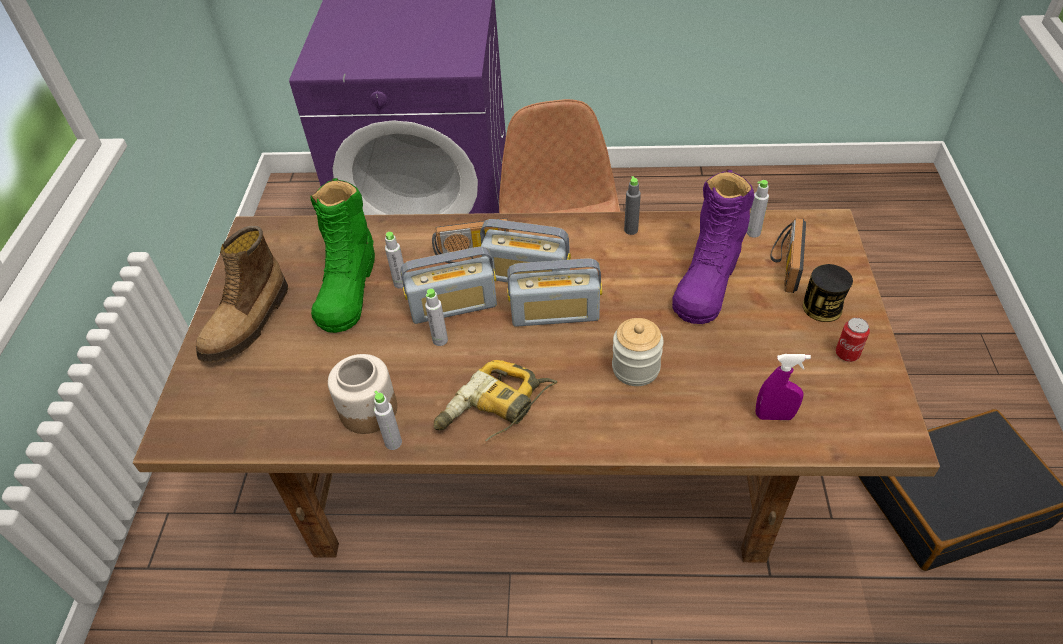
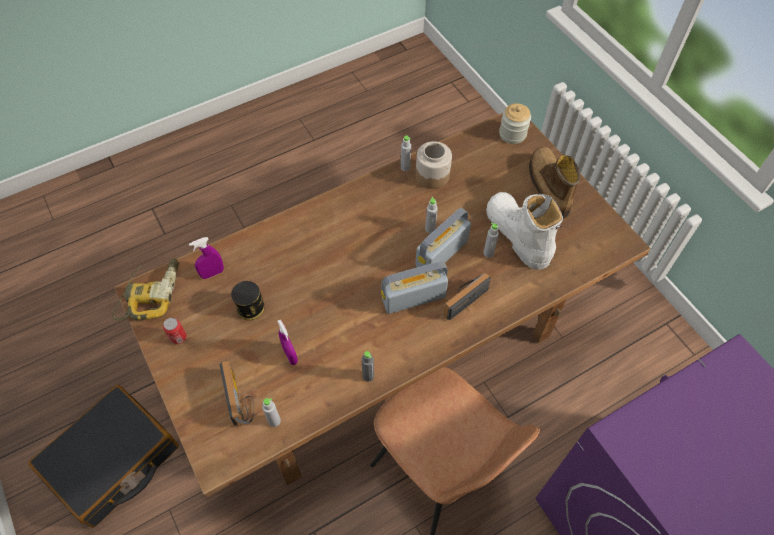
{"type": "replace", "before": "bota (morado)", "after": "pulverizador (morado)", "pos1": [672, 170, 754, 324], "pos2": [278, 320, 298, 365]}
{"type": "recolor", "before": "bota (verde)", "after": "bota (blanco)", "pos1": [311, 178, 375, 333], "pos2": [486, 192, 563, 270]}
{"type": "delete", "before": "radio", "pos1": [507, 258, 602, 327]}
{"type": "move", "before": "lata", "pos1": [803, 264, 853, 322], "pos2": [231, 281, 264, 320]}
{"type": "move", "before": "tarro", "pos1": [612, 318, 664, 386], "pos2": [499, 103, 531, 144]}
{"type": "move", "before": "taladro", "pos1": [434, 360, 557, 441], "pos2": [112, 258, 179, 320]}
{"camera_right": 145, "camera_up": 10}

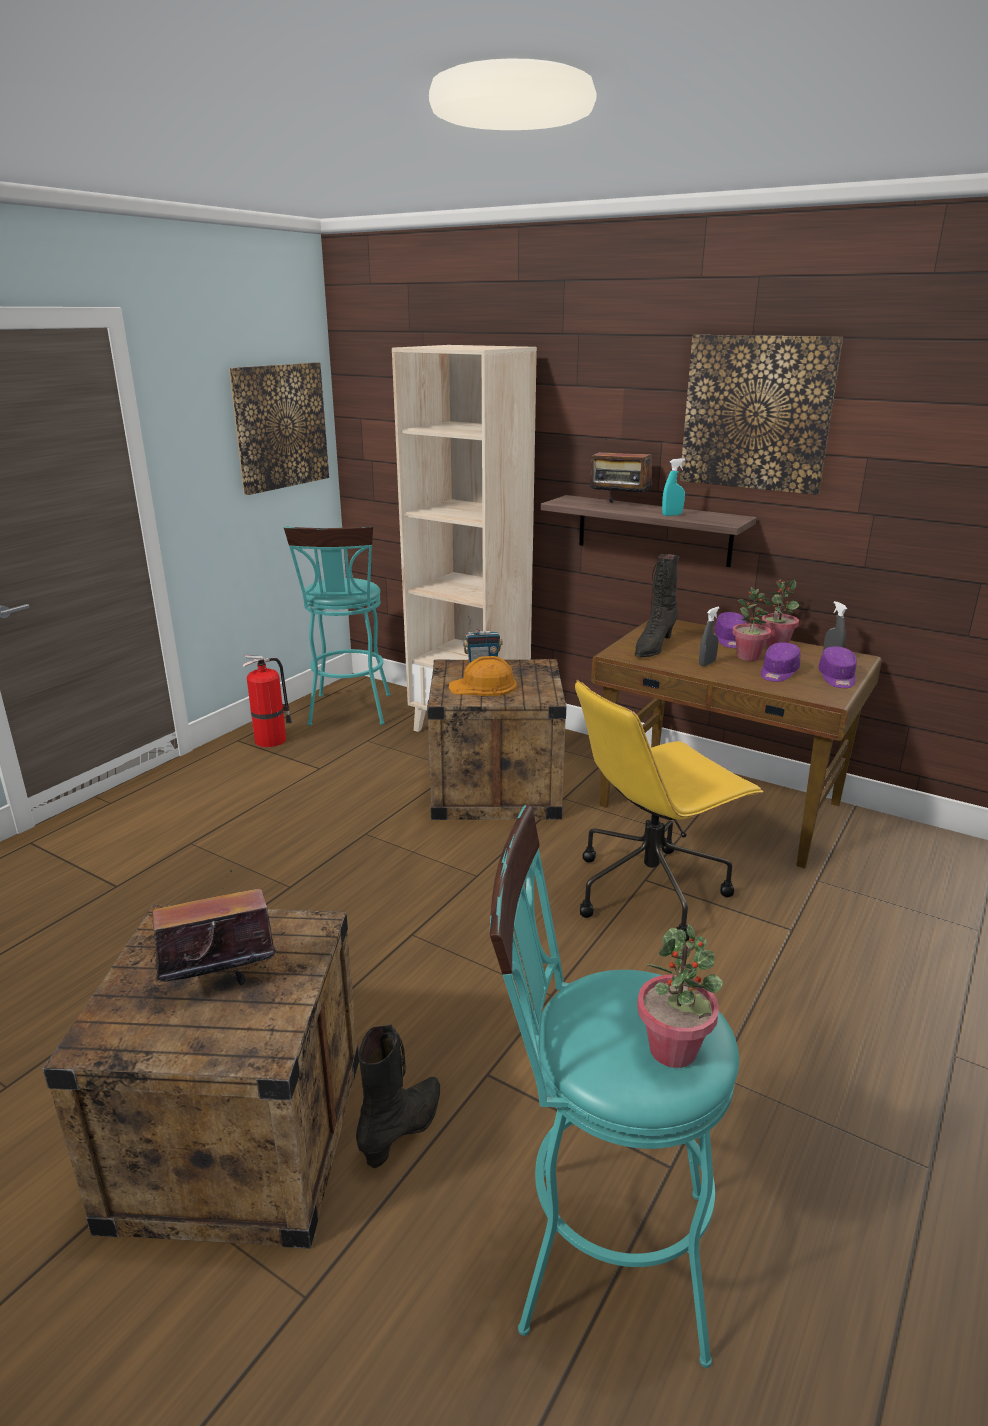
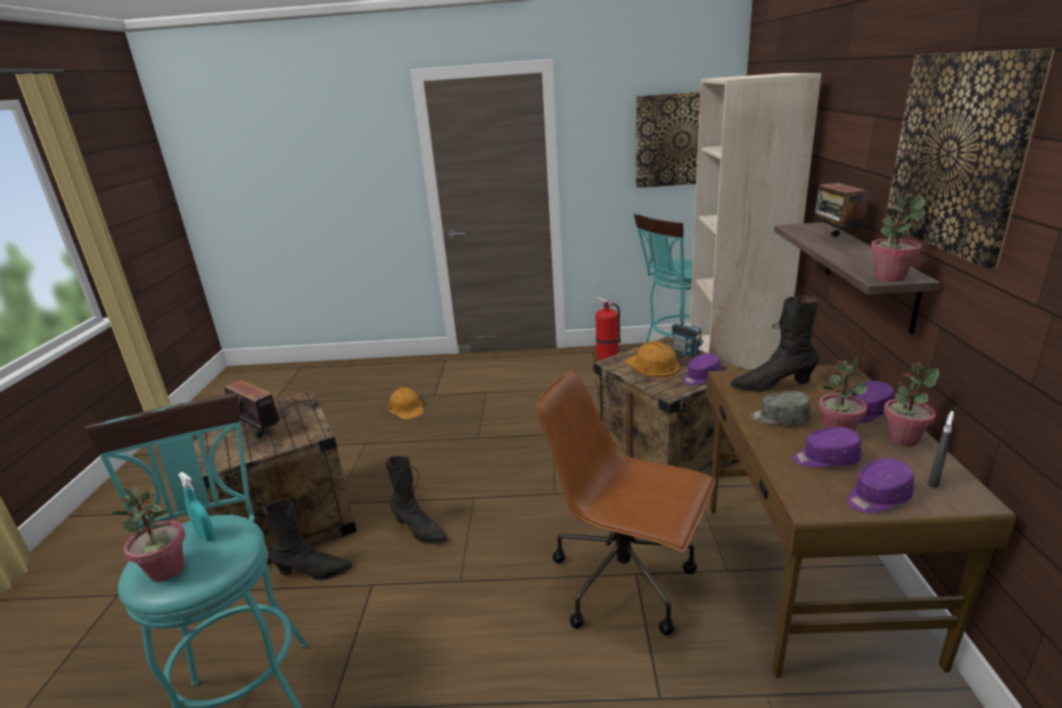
{"type": "move", "before": "pulverizador (turquesa)", "pos1": [662, 458, 686, 516], "pos2": [178, 472, 216, 541]}
{"type": "replace", "before": "pulverizador (gris)", "after": "gorra (gris)", "pos1": [699, 607, 720, 666], "pos2": [750, 391, 811, 424]}
{"type": "recolor", "before": "silla de oficina (amarillo)", "after": "silla de oficina (marrón)", "pos1": [575, 680, 764, 942], "pos2": [536, 370, 715, 636]}
{"type": "insert", "after": "planta en maceta", "pos2": [871, 194, 925, 282]}
{"type": "insert", "after": "gorra (morado)", "pos2": [683, 354, 720, 386]}
{"type": "insert", "after": "casco (naranja)", "pos2": [388, 387, 424, 420]}
{"type": "insert", "after": "bota (negro)", "pos2": [385, 456, 447, 544]}
{"camera_right": 60, "camera_up": 0}

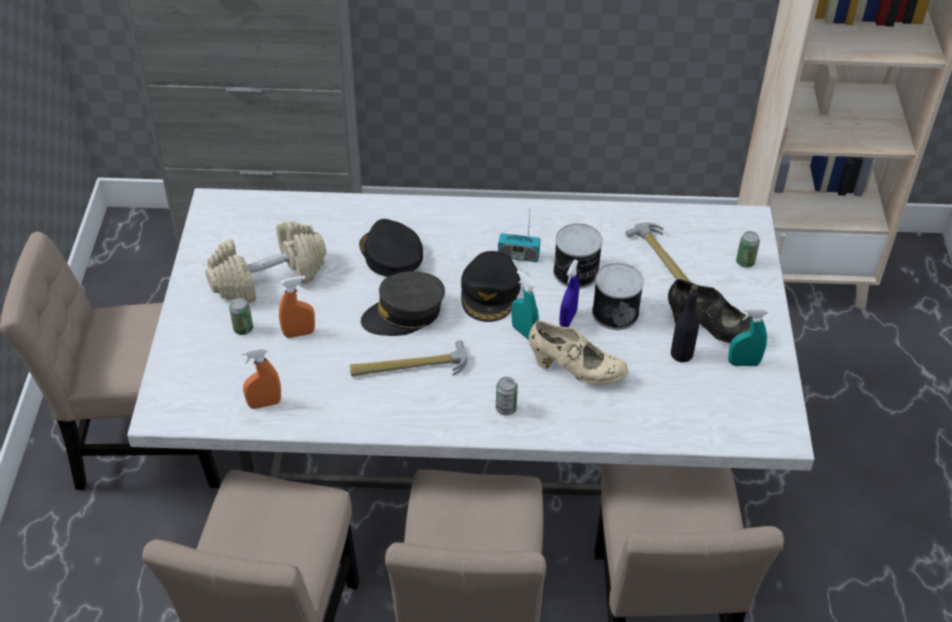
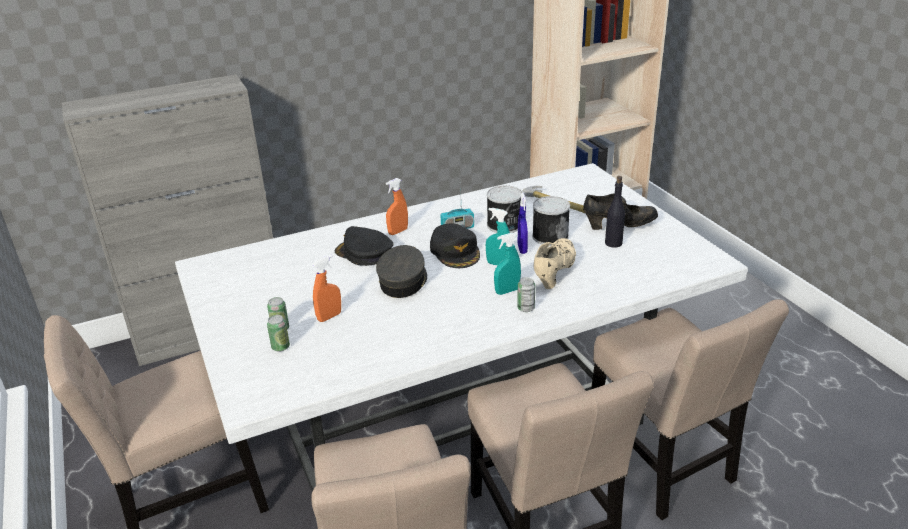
{"type": "delete", "before": "mancuerna (beis)", "pos1": [205, 220, 326, 303]}
{"type": "move", "before": "lata", "pos1": [736, 231, 760, 268], "pos2": [267, 315, 290, 352]}
{"type": "rotate", "before": "gorra (gris)", "pos1": [361, 271, 445, 336], "pos2": [376, 245, 427, 298], "turn": 150}
{"type": "move", "before": "pulverizador (turquesa)", "pos1": [728, 308, 768, 366], "pos2": [494, 233, 521, 295]}
{"type": "rotate", "before": "zapato (beis)", "pos1": [529, 321, 629, 385], "pos2": [534, 238, 576, 289], "turn": -60}
{"type": "delete", "before": "martillo", "pos1": [350, 340, 468, 377]}
{"type": "move", "before": "pulverizador (naranja)", "pos1": [241, 347, 281, 409], "pos2": [386, 178, 408, 235]}
{"camera_right": -25, "camera_up": -15}

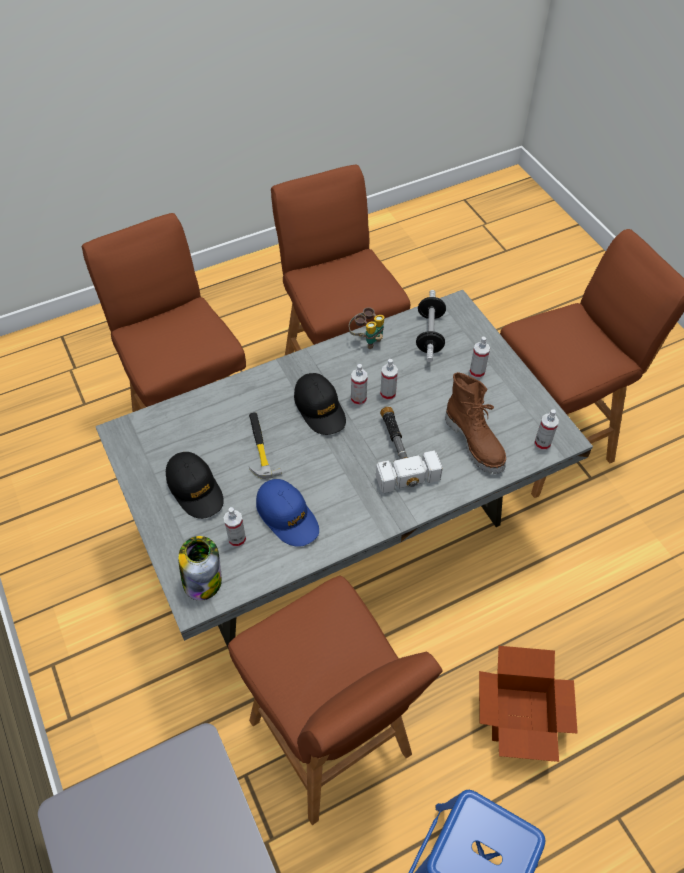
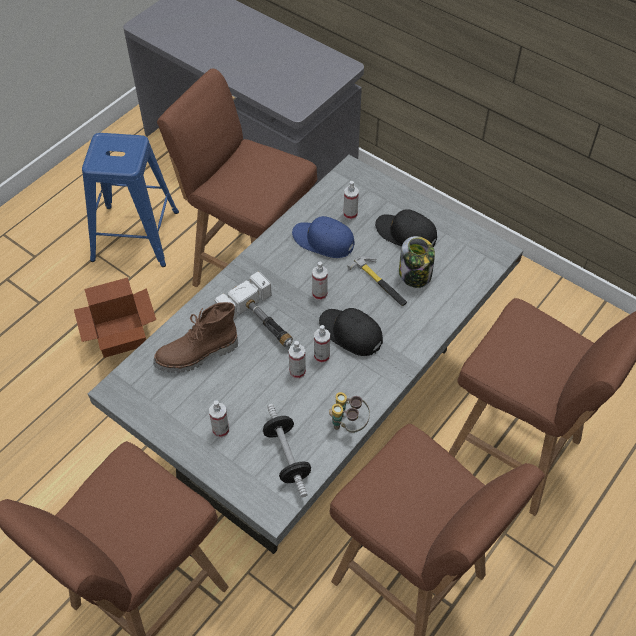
{"type": "rotate", "before": "bota (marrón)", "pos1": [445, 372, 506, 474], "pos2": [153, 302, 238, 373], "turn": -60}
{"type": "move", "before": "pulverizador", "pos1": [534, 409, 559, 450], "pos2": [312, 261, 328, 300]}
{"type": "move", "before": "tarro", "pos1": [178, 536, 222, 601], "pos2": [399, 236, 435, 288]}
{"camera_right": 155, "camera_up": 0}

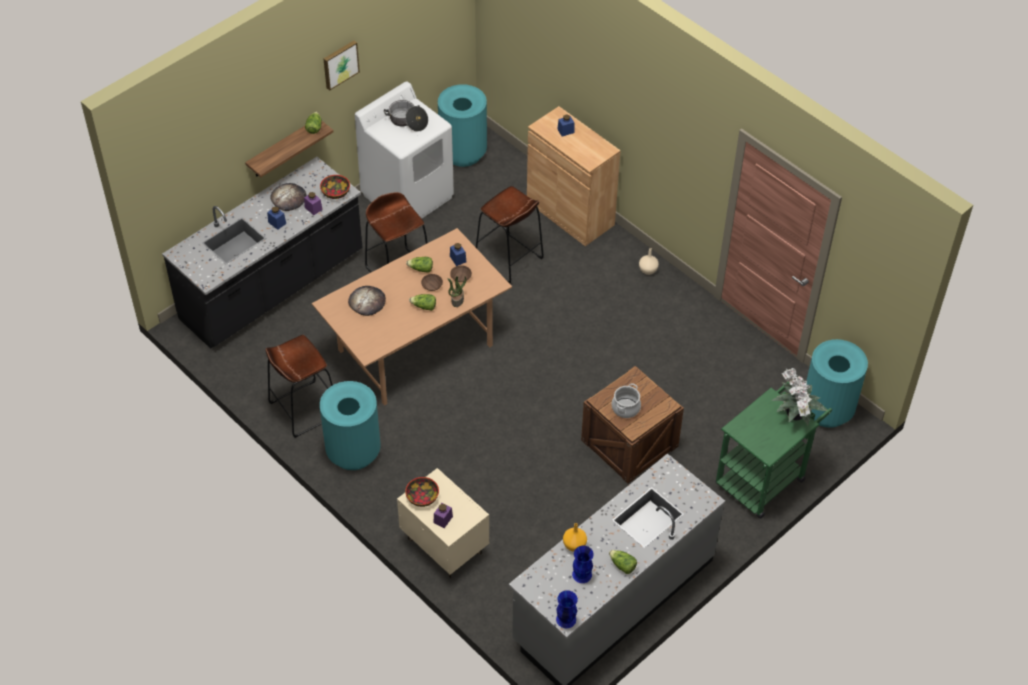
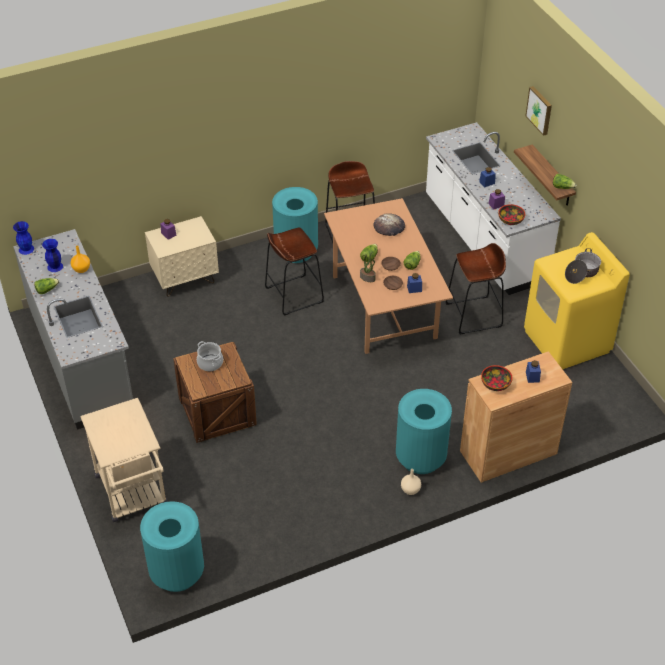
{"type": "move", "before": "cuadro", "pos1": [323, 41, 360, 90], "pos2": [525, 86, 552, 136]}
{"type": "recolor", "before": "lavadora (blanco)", "after": "lavadora (amarillo)", "pos1": [355, 81, 454, 219], "pos2": [524, 232, 630, 369]}
{"type": "move", "before": "papelera (turquesa)", "pos1": [438, 84, 487, 167], "pos2": [396, 389, 452, 474]}
{"type": "recolor", "before": "mueble bajo de cocina (negro)", "after": "mueble bajo de cocina (blanco)", "pos1": [162, 157, 363, 349], "pos2": [426, 122, 561, 295]}
{"type": "delete", "before": "pan", "pos1": [270, 183, 307, 211]}
{"type": "move", "before": "taburete (marrón)", "pos1": [476, 186, 544, 284], "pos2": [265, 227, 324, 316]}
{"type": "delete", "before": "planta en maceta", "pos1": [771, 368, 827, 425]}
{"type": "recolor", "before": "carrito (verde)", "after": "carrito (beis)", "pos1": [716, 382, 832, 519], "pos2": [80, 398, 168, 522]}
{"type": "move", "before": "cuenco", "pos1": [405, 477, 439, 507], "pos2": [481, 365, 512, 391]}
{"camera_right": 110, "camera_up": -5}

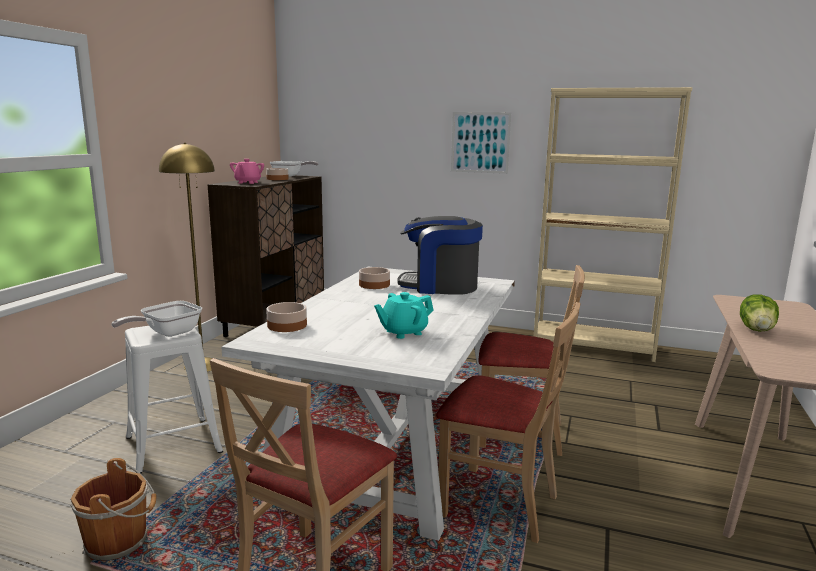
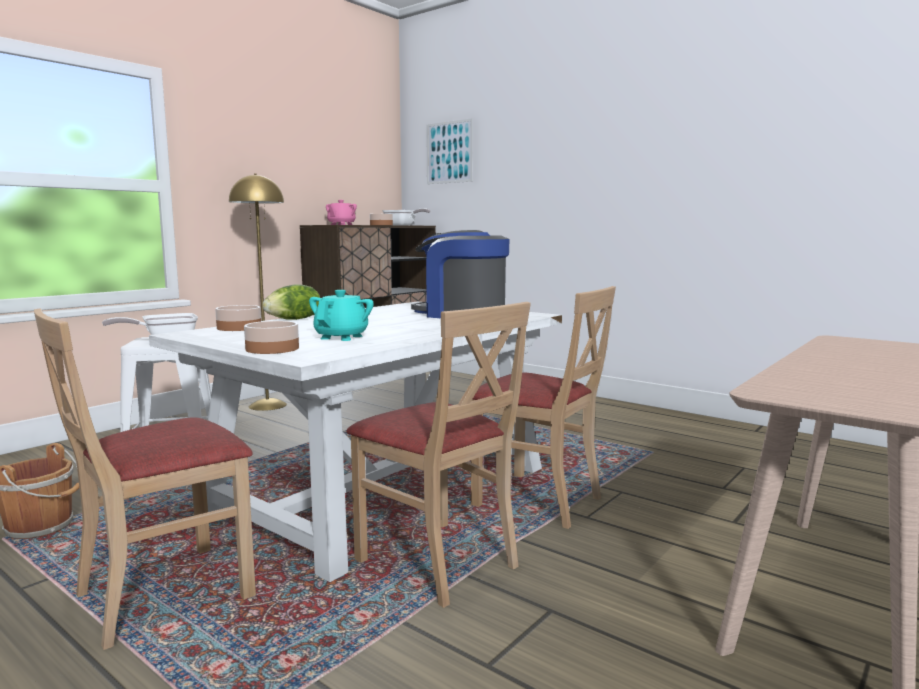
{"type": "delete", "before": "estantería (beis)", "pos1": [534, 87, 692, 362]}
{"type": "move", "before": "cuadro", "pos1": [451, 112, 511, 174], "pos2": [426, 118, 473, 184]}
{"type": "move", "before": "cuenco", "pos1": [359, 267, 390, 289], "pos2": [244, 321, 299, 354]}
{"type": "rotate", "before": "tetera (turquesa)", "pos1": [374, 292, 434, 339], "pos2": [309, 290, 374, 341], "turn": 120}
{"type": "move", "before": "lechuga", "pos1": [740, 294, 779, 332], "pos2": [262, 284, 320, 320]}
{"camera_right": 20, "camera_up": -5}

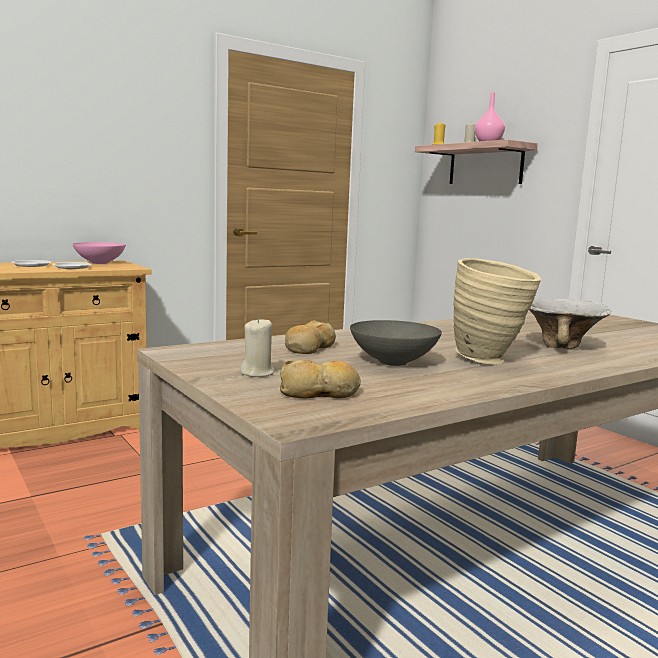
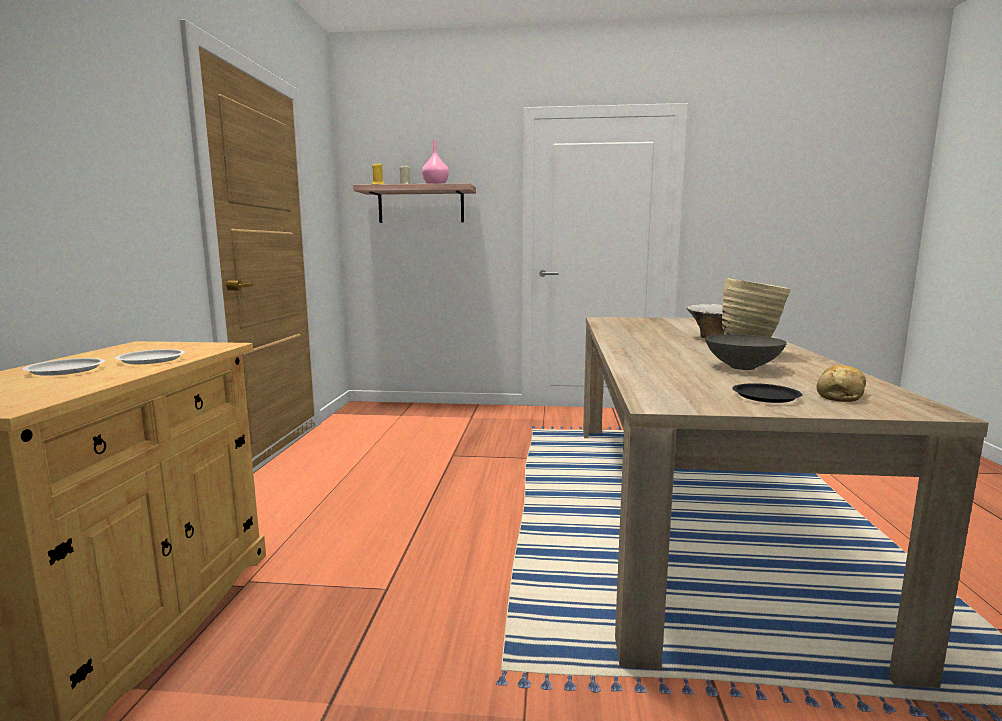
{"type": "delete", "before": "cuenco (rosa)", "pos1": [73, 242, 126, 264]}
{"type": "replace", "before": "vela (beis)", "after": "plato (negro)", "pos1": [240, 317, 274, 377], "pos2": [732, 383, 802, 403]}
{"type": "delete", "before": "pan", "pos1": [285, 320, 336, 354]}
{"camera_right": -50, "camera_up": 0}

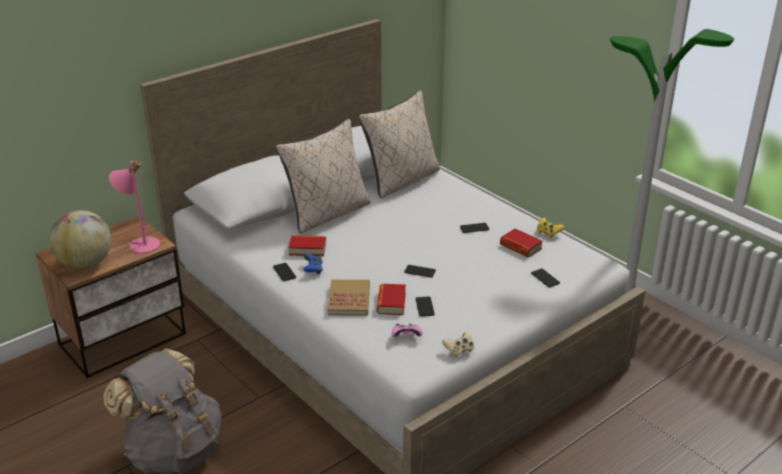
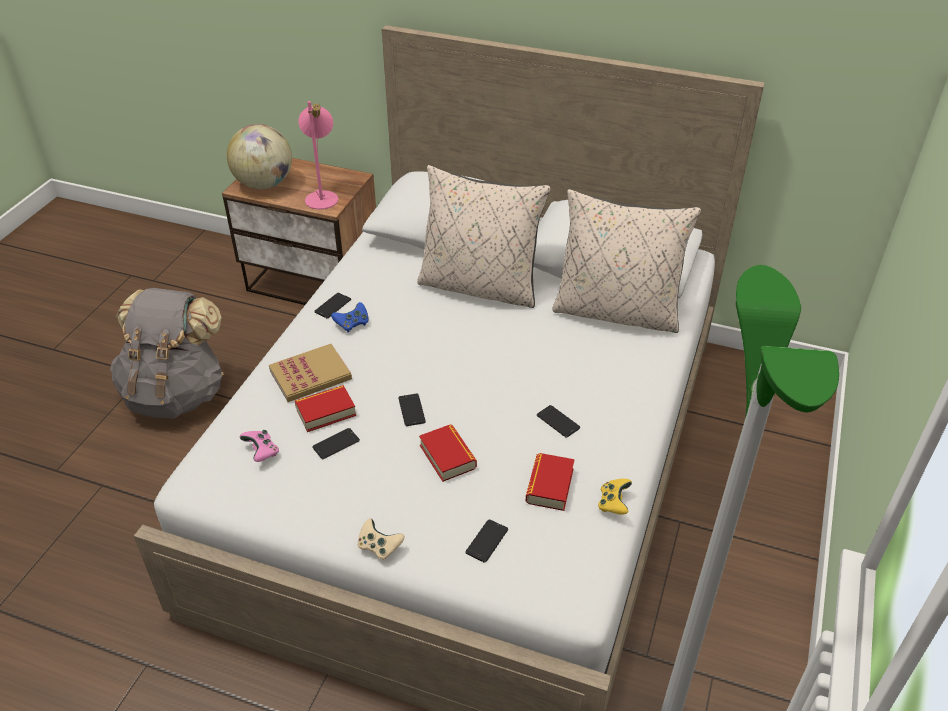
{"type": "move", "before": "libro", "pos1": [288, 235, 326, 256], "pos2": [419, 424, 477, 482]}
{"type": "move", "before": "mando de consola (beis)", "pos1": [442, 331, 474, 357], "pos2": [358, 518, 404, 560]}
{"camera_right": 60, "camera_up": 10}

